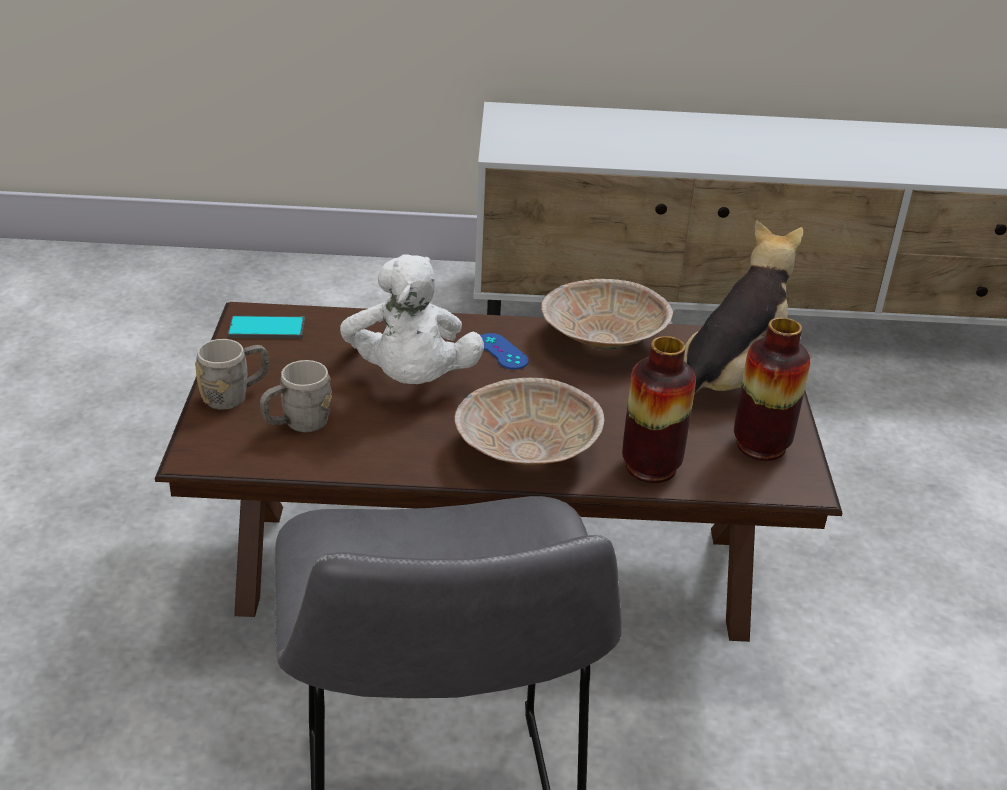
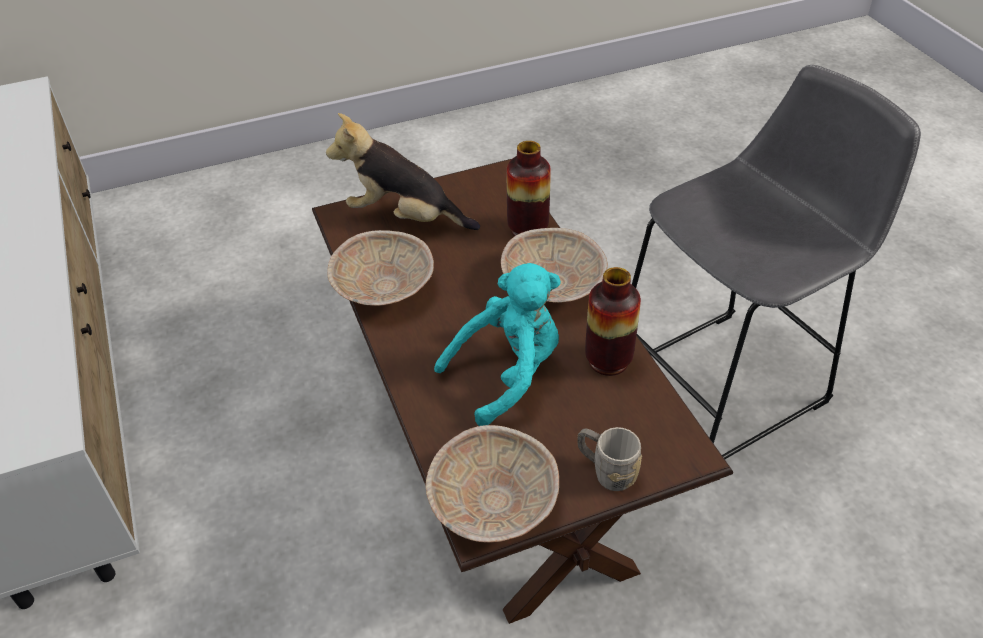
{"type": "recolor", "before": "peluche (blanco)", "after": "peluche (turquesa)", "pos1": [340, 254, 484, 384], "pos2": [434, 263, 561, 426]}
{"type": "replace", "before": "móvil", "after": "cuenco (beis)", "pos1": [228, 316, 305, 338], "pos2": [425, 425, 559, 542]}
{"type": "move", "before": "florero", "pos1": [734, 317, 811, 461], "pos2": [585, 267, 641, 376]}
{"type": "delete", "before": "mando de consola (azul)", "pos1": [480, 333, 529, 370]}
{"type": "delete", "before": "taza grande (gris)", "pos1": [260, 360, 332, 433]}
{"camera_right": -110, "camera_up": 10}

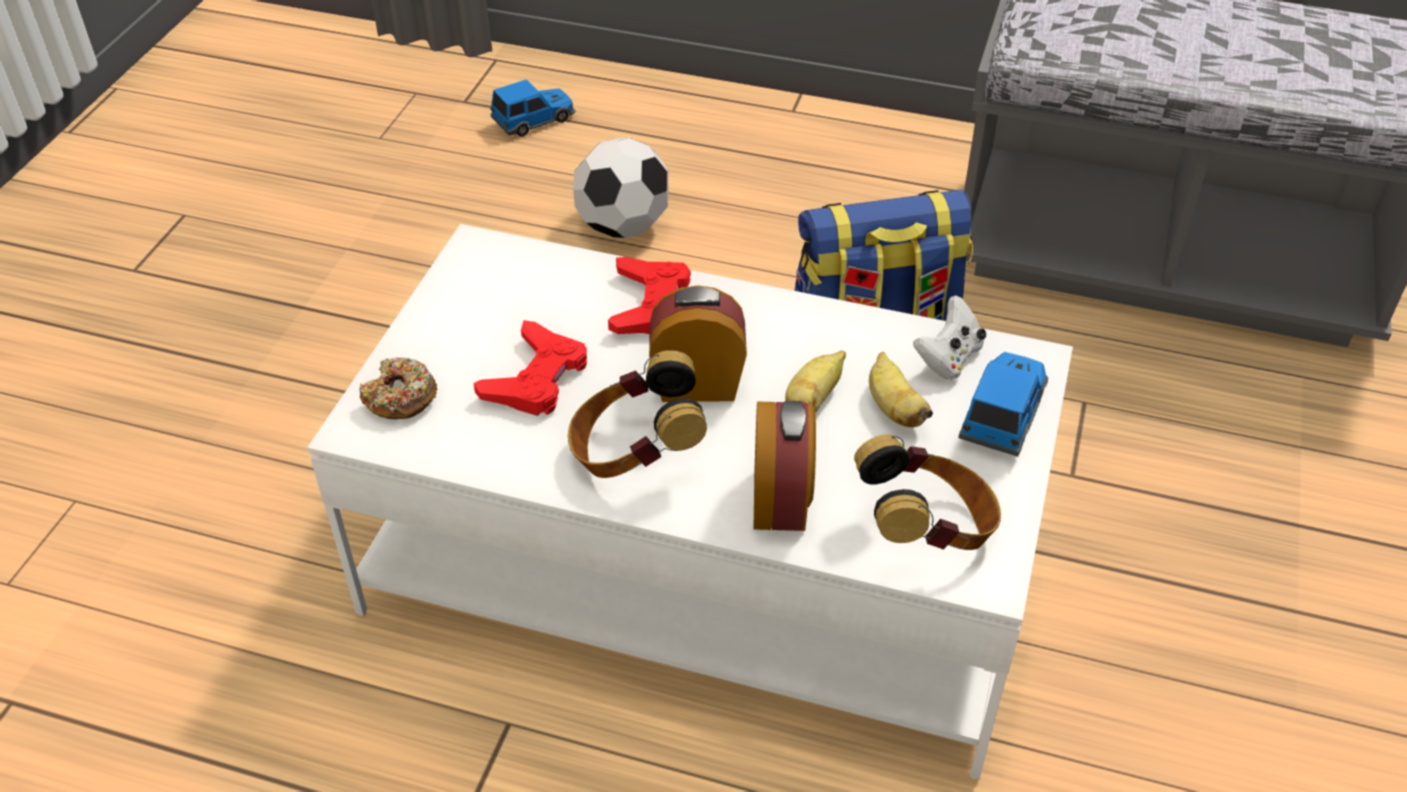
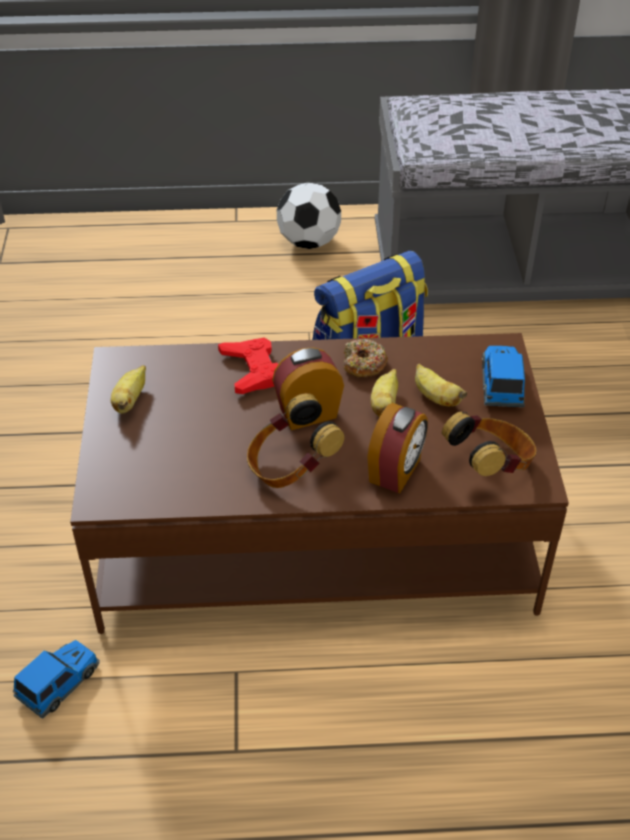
{"type": "move", "before": "coche de juguete", "pos1": [490, 79, 575, 136], "pos2": [13, 640, 100, 719]}
{"type": "move", "before": "balón de fútbol", "pos1": [573, 138, 668, 238], "pos2": [277, 182, 341, 249]}
{"type": "recolor", "before": "mesa de centro (blanco)", "after": "mesa de centro (marrón)", "pos1": [307, 224, 1073, 780], "pos2": [70, 333, 569, 634]}
{"type": "delete", "before": "mando de consola (blanco)", "pos1": [913, 295, 986, 380]}
{"type": "delete", "before": "mando de consola (rojo)", "pos1": [473, 320, 587, 416]}
{"type": "move", "before": "rosquilla", "pos1": [359, 357, 437, 419], "pos2": [343, 339, 388, 378]}
{"type": "rotate", "before": "despertador", "pos1": [753, 401, 816, 531], "pos2": [367, 403, 428, 493], "turn": 45}
{"type": "insert", "after": "plátano", "pos2": [111, 365, 146, 414]}
{"camera_right": -20, "camera_up": 0}

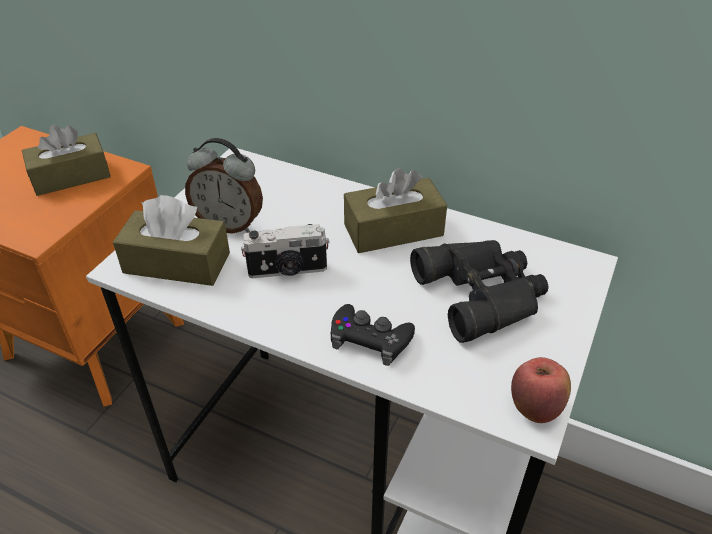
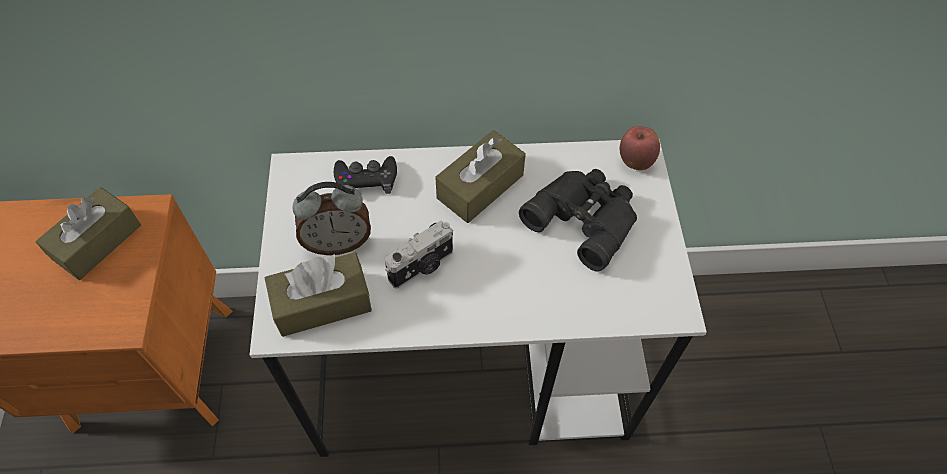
{"type": "move", "before": "mando de consola (negro)", "pos1": [331, 304, 415, 366], "pos2": [334, 156, 397, 194]}
{"type": "move", "before": "manzana", "pos1": [511, 357, 571, 423], "pos2": [620, 126, 660, 170]}
{"camera_right": -30, "camera_up": 15}

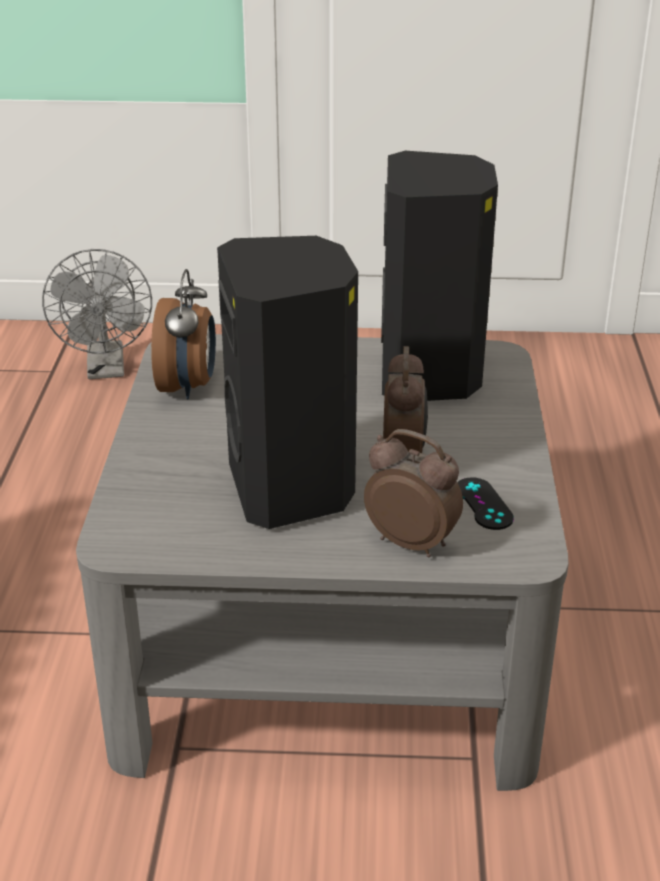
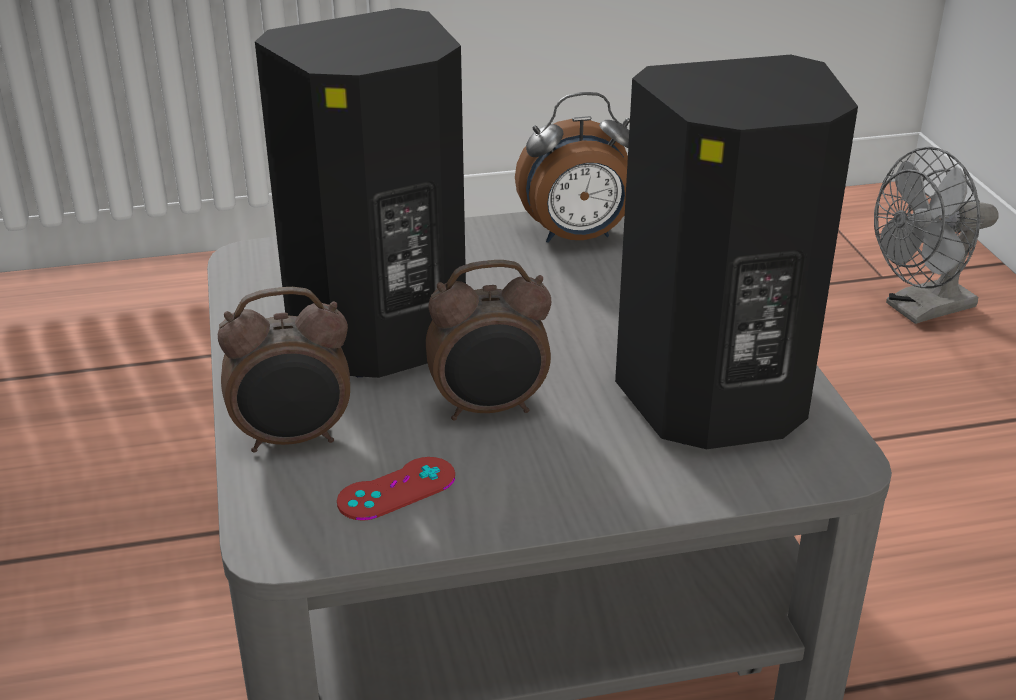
{"type": "rotate", "before": "despertador", "pos1": [364, 429, 463, 557], "pos2": [218, 287, 350, 453], "turn": 60}
{"type": "recolor", "before": "mando de consola (negro)", "after": "mando de consola (rojo)", "pos1": [457, 477, 514, 530], "pos2": [337, 457, 455, 521]}
{"camera_right": 75, "camera_up": 0}

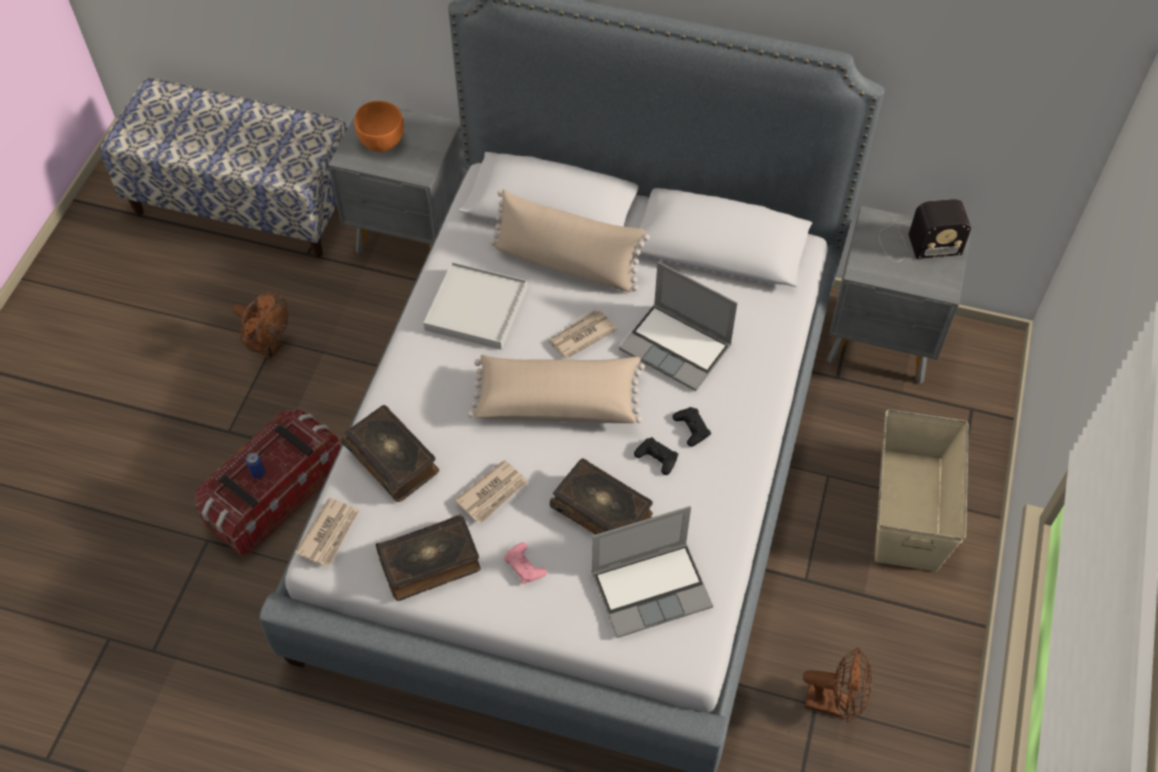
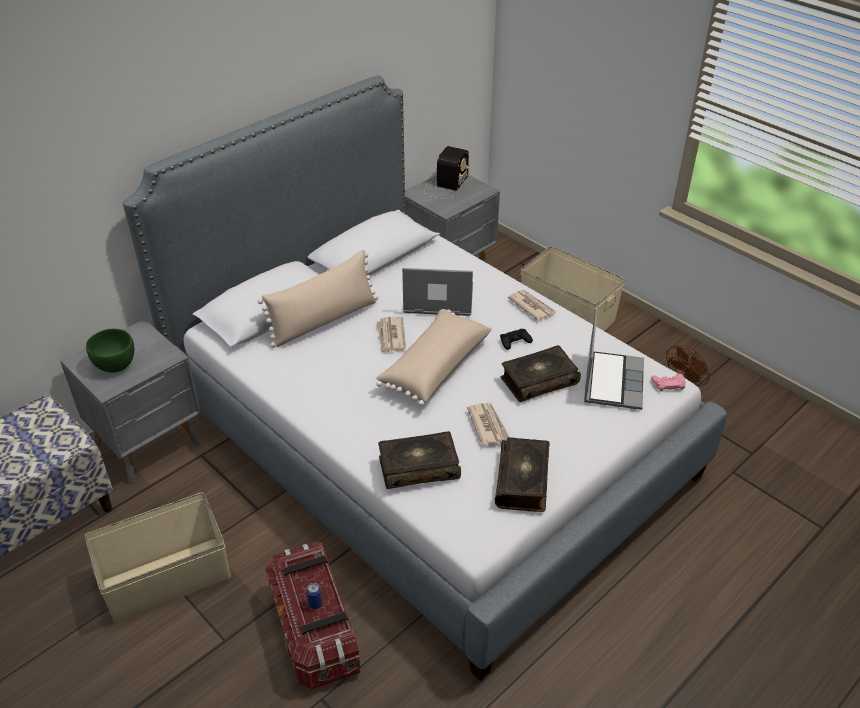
{"type": "recolor", "before": "cuenco (naranja)", "after": "cuenco (verde)", "pos1": [354, 101, 404, 152], "pos2": [86, 329, 134, 373]}
{"type": "delete", "before": "bandeja (blanco)", "pos1": [423, 262, 527, 350]}
{"type": "rotate", "before": "portátil", "pos1": [619, 262, 738, 391], "pos2": [402, 268, 473, 316], "turn": -150}
{"type": "replace", "before": "ventilador (marrón)", "after": "caja de almacenaje (beis)", "pos1": [233, 292, 288, 359], "pos2": [84, 492, 231, 623]}
{"type": "delete", "before": "mando de consola (negro)", "pos1": [673, 407, 711, 447]}
{"type": "move", "before": "periódico", "pos1": [294, 498, 360, 566], "pos2": [508, 290, 556, 321]}
{"type": "move", "before": "mando de consola (rosa)", "pos1": [504, 542, 547, 584], "pos2": [651, 374, 685, 391]}
{"camera_right": -60, "camera_up": -15}

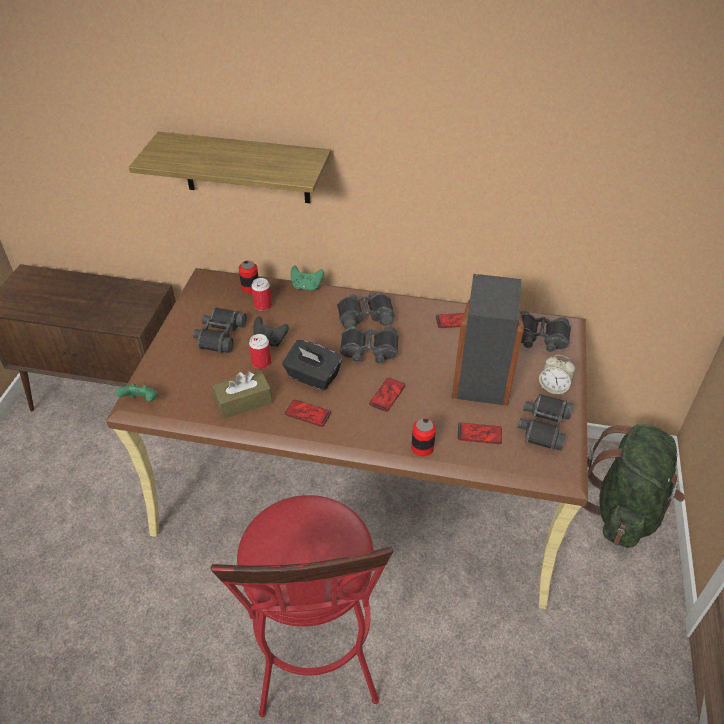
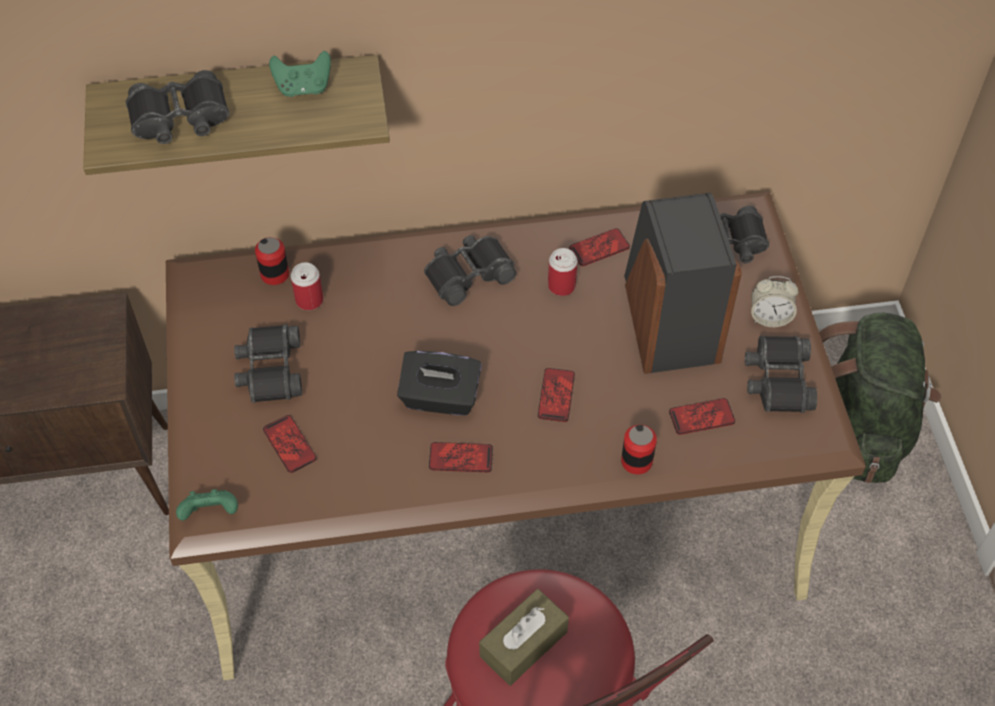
{"type": "move", "before": "mando de consola (verde)", "pos1": [291, 266, 324, 291], "pos2": [269, 51, 331, 97]}
{"type": "delete", "before": "mando de consola (negro)", "pos1": [253, 317, 289, 347]}
{"type": "move", "before": "prismáticos (negro)", "pos1": [340, 325, 399, 364], "pos2": [126, 70, 229, 144]}
{"type": "move", "before": "lata", "pos1": [249, 334, 271, 369], "pos2": [548, 248, 577, 296]}
{"type": "move", "before": "caja de pañuelos (marrón)", "pos1": [212, 370, 272, 419], "pos2": [479, 589, 569, 686]}
{"type": "insert", "after": "móvil", "pos2": [263, 415, 317, 473]}
{"camera_right": -20, "camera_up": 10}

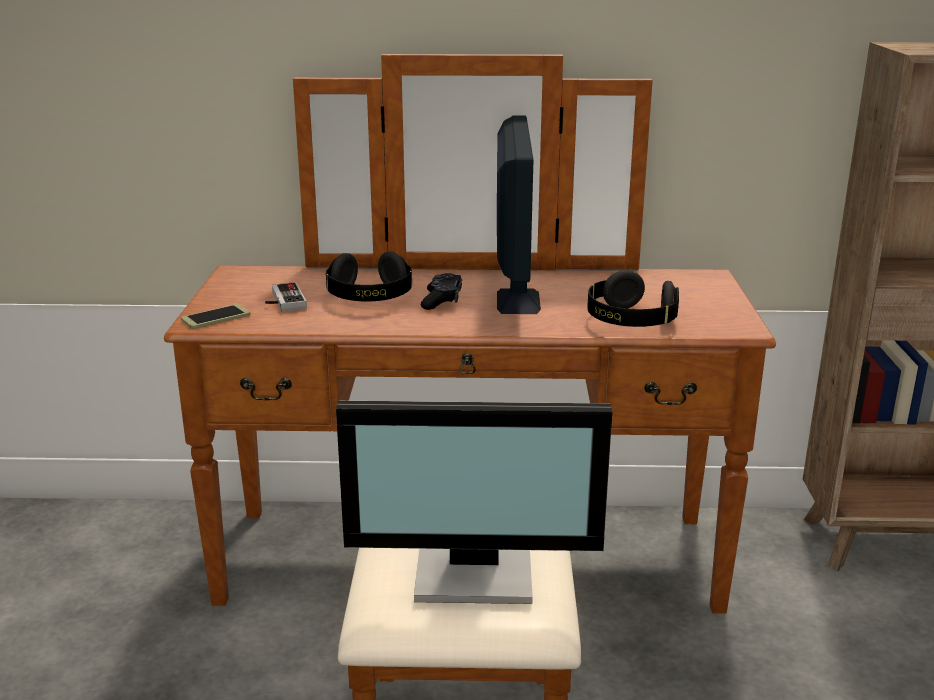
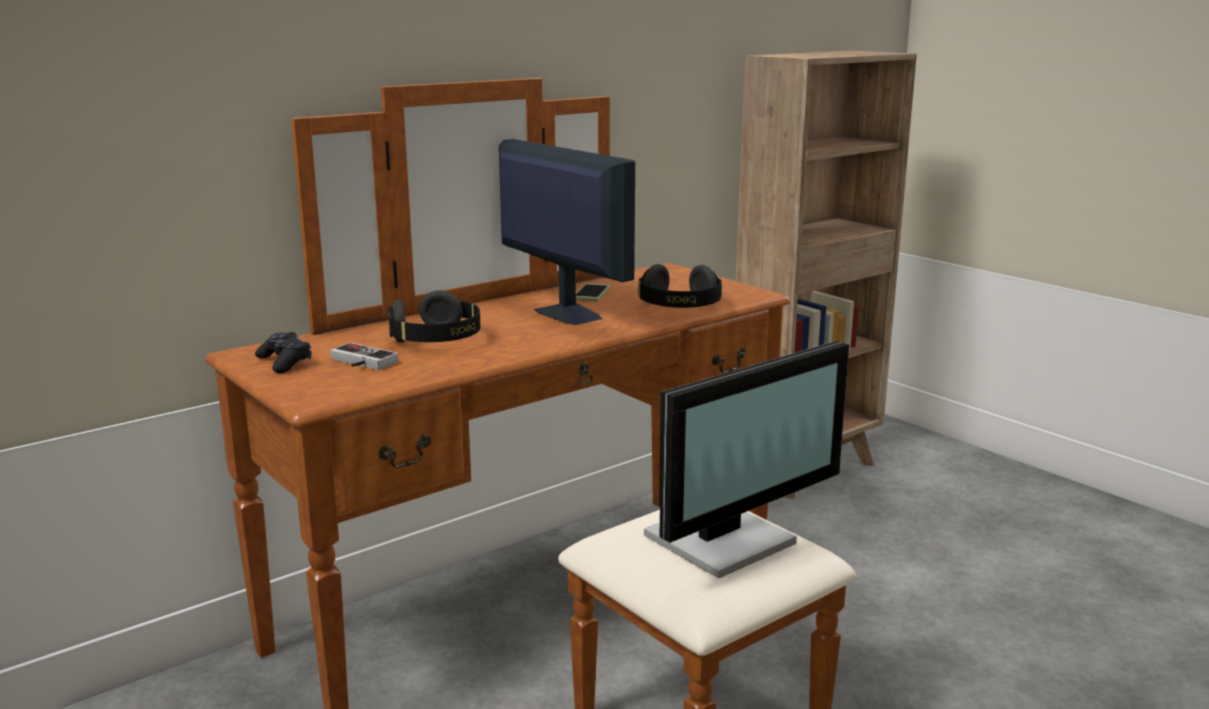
{"type": "move", "before": "mando de consola (negro)", "pos1": [421, 273, 462, 310], "pos2": [255, 332, 312, 373]}
{"type": "move", "before": "móvil", "pos1": [181, 304, 250, 329], "pos2": [576, 283, 610, 302]}
{"camera_right": -40, "camera_up": -5}

